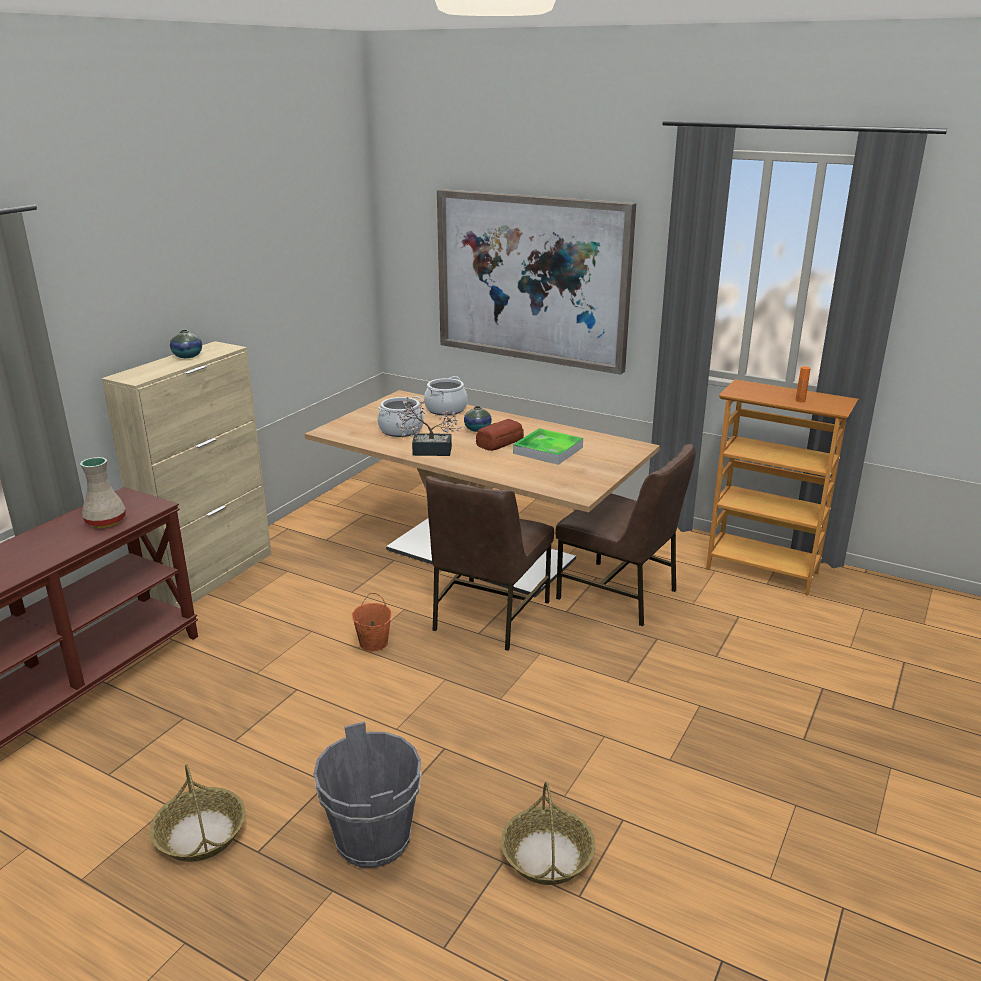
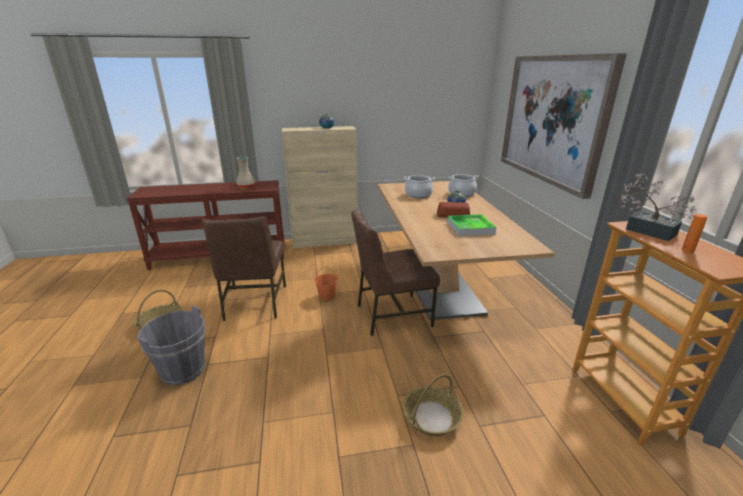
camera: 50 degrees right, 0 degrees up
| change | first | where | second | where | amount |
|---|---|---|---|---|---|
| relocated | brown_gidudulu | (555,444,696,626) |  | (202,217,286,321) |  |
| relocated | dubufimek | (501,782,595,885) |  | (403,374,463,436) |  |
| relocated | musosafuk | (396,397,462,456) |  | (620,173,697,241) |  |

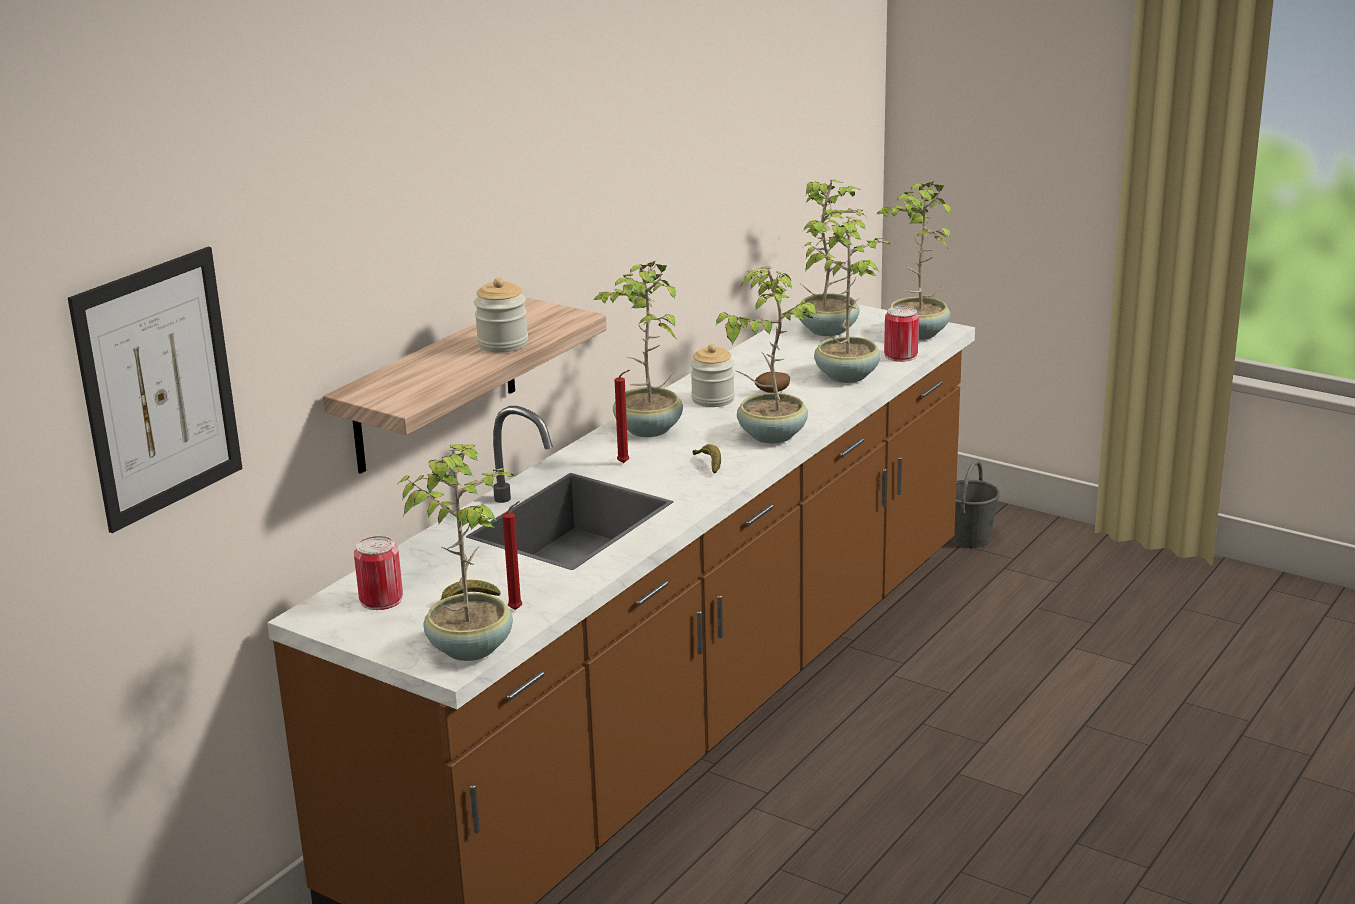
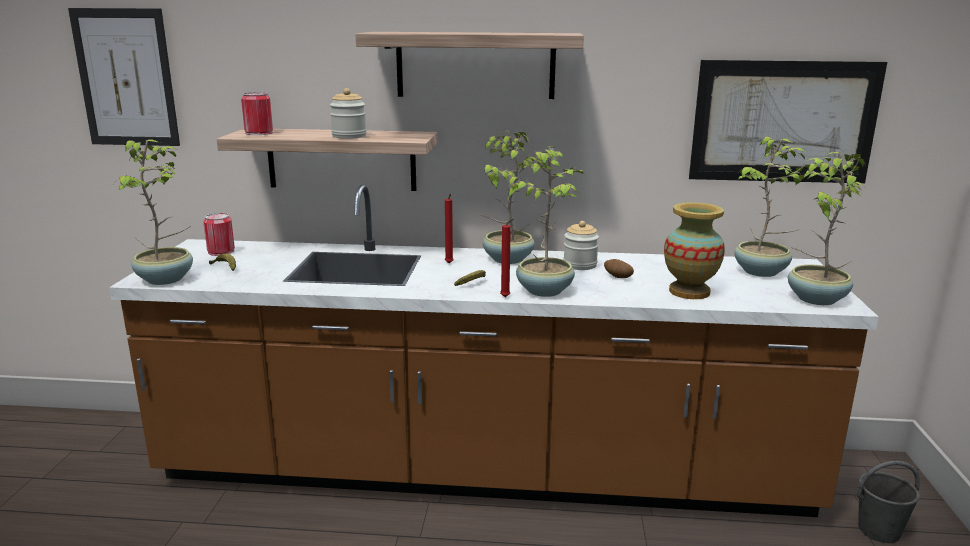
camera: 60 degrees right, 5 degrees down
| change | first | where | second | where | amount |
|---|---|---|---|---|---|
| relocated | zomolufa | (884,306,919,362) |  | (241,92,273,135) |  |
| appeared |  |  | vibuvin | (355,32,584,99) |  |
| relocated | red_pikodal | (502,501,522,610) |  | (500,219,514,297) |  |
| exchanged | musosafuk | (803,216,891,383) | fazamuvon | (664,202,725,299) |  |
| appeared |  |  | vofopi | (689,60,887,183) |  |

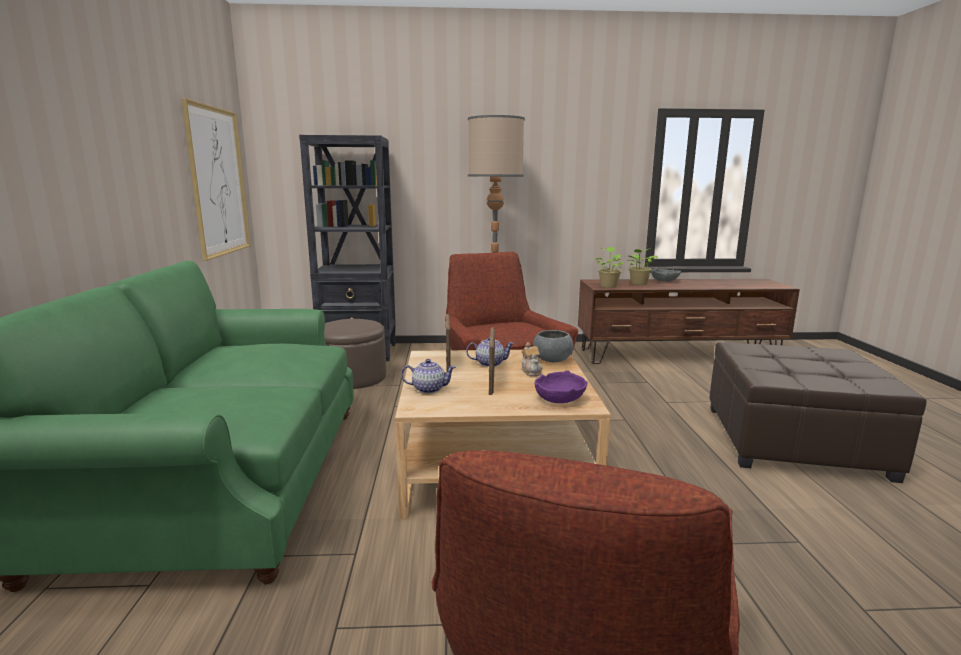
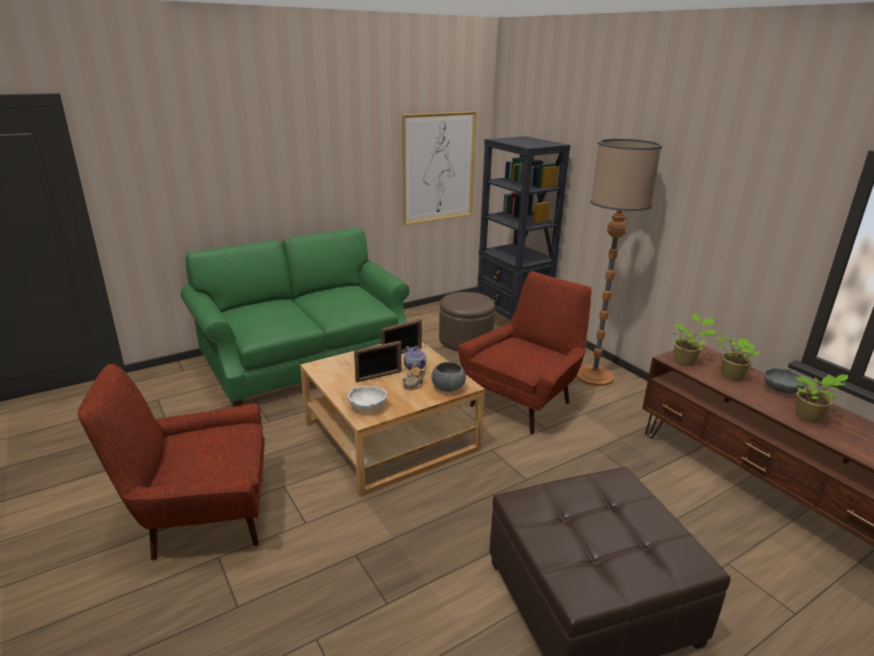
camera: 60 degrees right, 10 degrees up
| change | first | where | second | where | amount |
|---|---|---|---|---|---|
| colour | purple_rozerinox | (535,370,588,403) | white_rozerinox | (348,386,387,411) |  |
| appeared |  |  | musosafuk | (794,374,848,422) |  |
| missing | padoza | (401,359,456,394) |  |  |  |

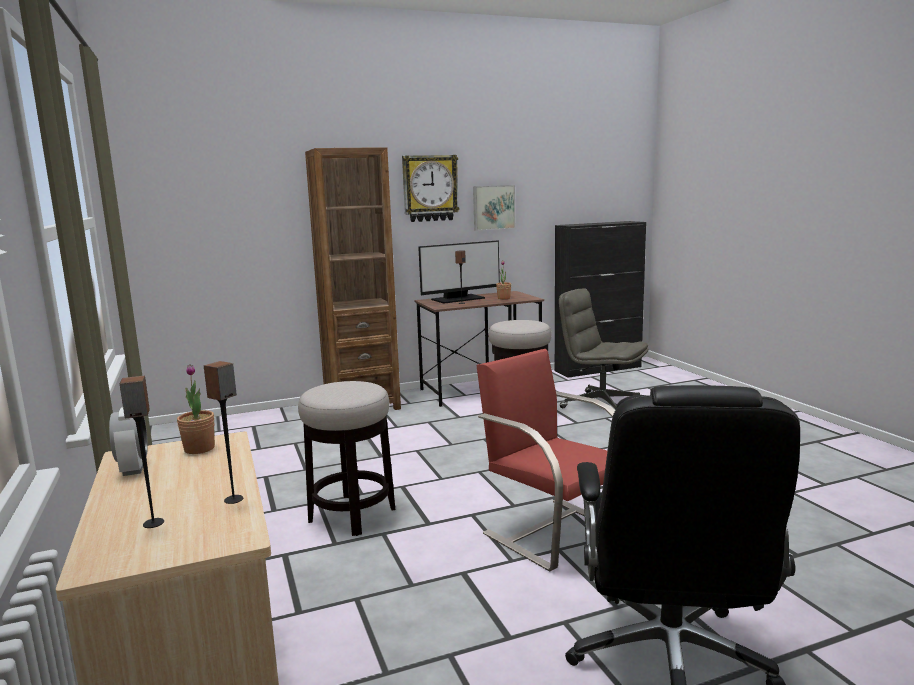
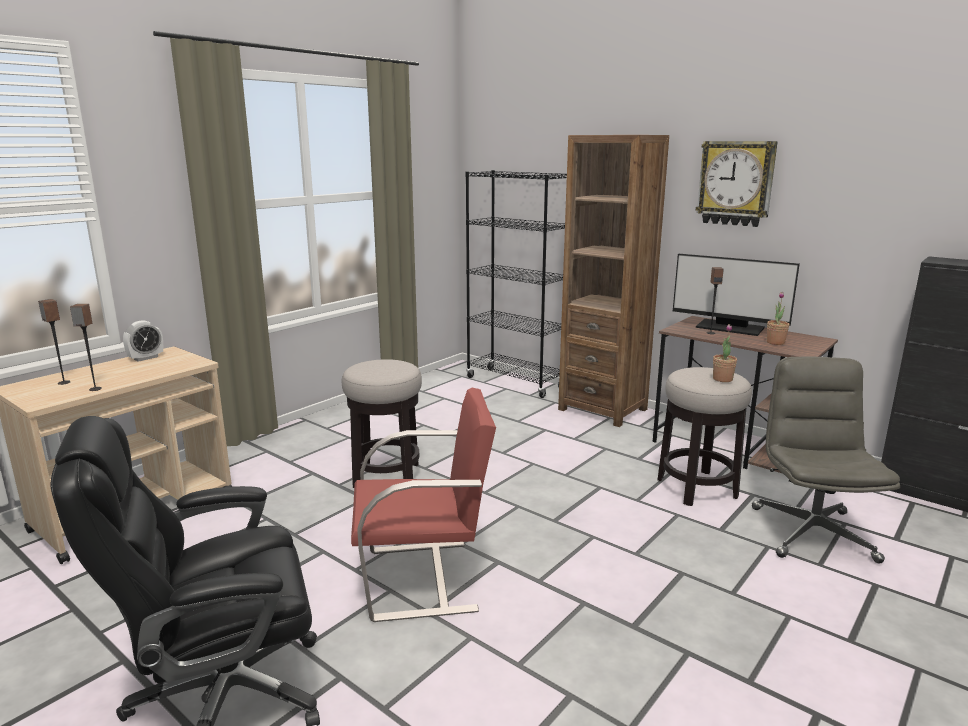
camera: 60 degrees right, 5 degrees up
| change | first | where | second | where | amount |
|---|---|---|---|---|---|
| spun | red_gidudulu | (476,349,615,572) |  | (351,388,496,622) | 60 degrees clockwise |
| appeared |  |  | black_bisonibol | (466,170,567,398) |  |
| relocated | musosafuk | (177,365,215,454) |  | (713,324,737,382) |  |
| missing | vofopi | (473,185,515,231) |  |  |  |

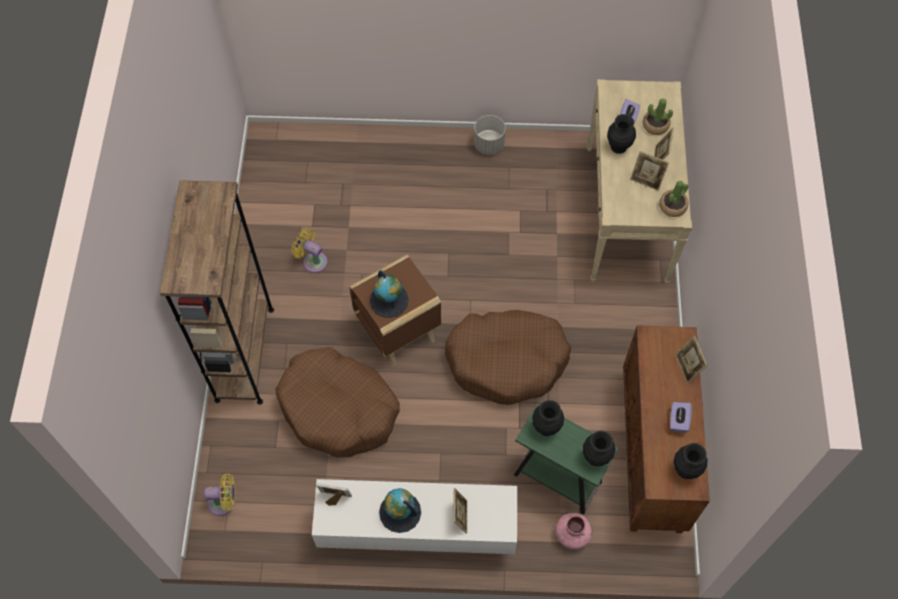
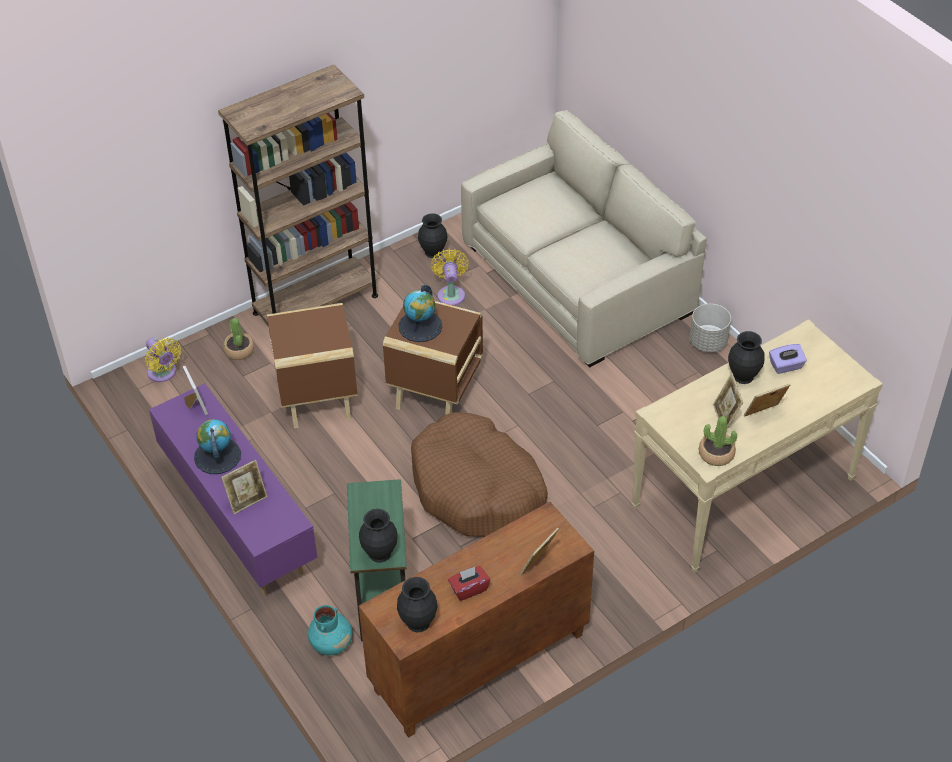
camera: 55 degrees right, 15 degrees down
| change | first | where | second | where | amount |
|---|---|---|---|---|---|
| colour | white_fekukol | (312,479,517,556) | purple_fekukol | (149,383,317,595) |  |
| relocated | musosafuk | (643,99,673,135) |  | (223,318,254,360) |  |
| exchanged | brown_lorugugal | (275,347,400,457) | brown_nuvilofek | (267,303,358,428) |  |
| colour | pink_fazamuvon | (556,513,593,550) | turquoise_fazamuvon | (308,605,352,655) |  |
| relocated | black_fazamuvon | (532,400,564,436) |  | (418,213,447,258) |  |
| colour | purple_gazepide | (670,402,692,433) | red_gazepide | (448,566,490,601) |  |
| appeared |  |  | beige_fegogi | (461,110,707,368) |  |

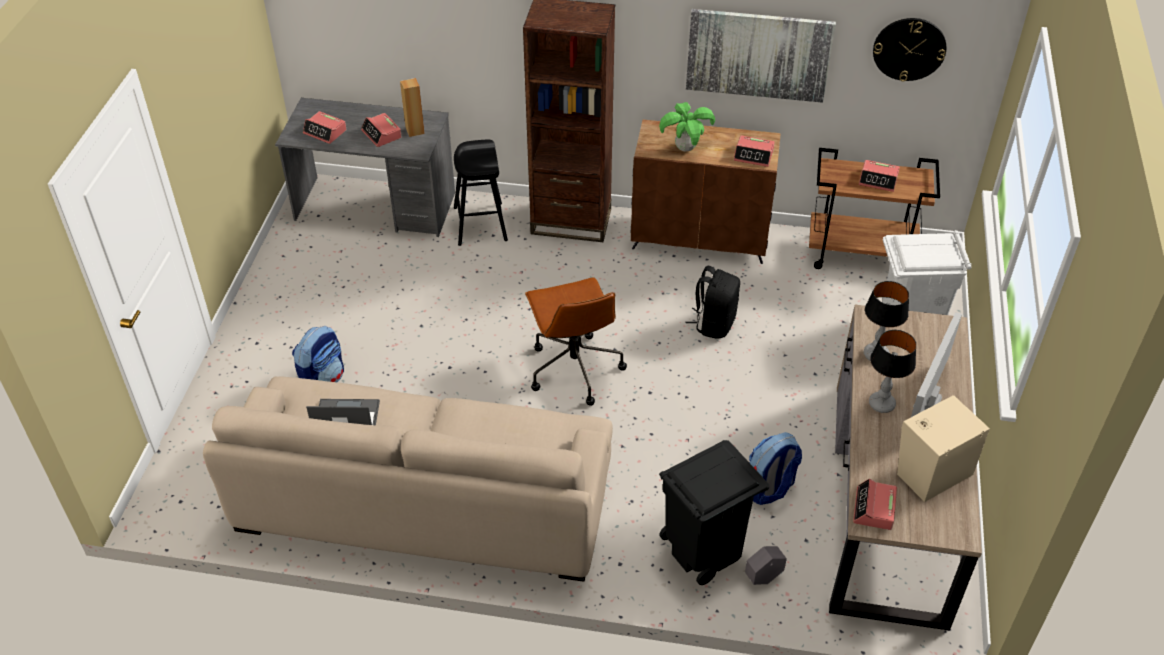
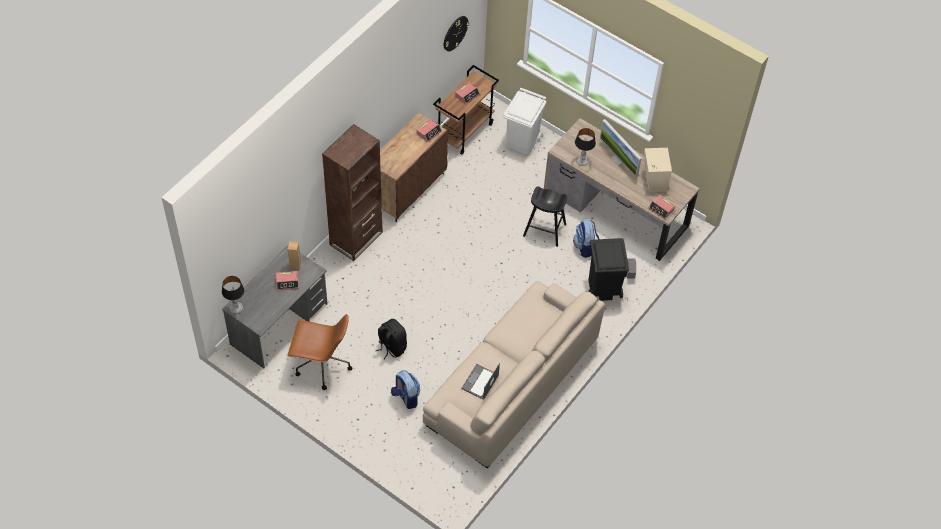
camera: 65 degrees left, 10 degrees up
| change | first | where | second | where | amount |
|---|---|---|---|---|---|
| relocated | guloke | (869,330,916,413) |  | (222,276,244,314) |  |
| relocated | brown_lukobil | (525,277,627,406) |  | (287,314,353,390) |  |
| relocated | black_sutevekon | (686,266,740,339) |  | (376,319,407,360) |  |
| relocated | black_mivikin | (454,140,508,246) |  | (523,187,567,247) |  |
| missing | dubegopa | (303,111,347,144) |  |  |  |
| missing | musosafuk | (659,102,715,151) |  |  |  |
| missing | vofopi | (686,9,836,103) |  |  |  |

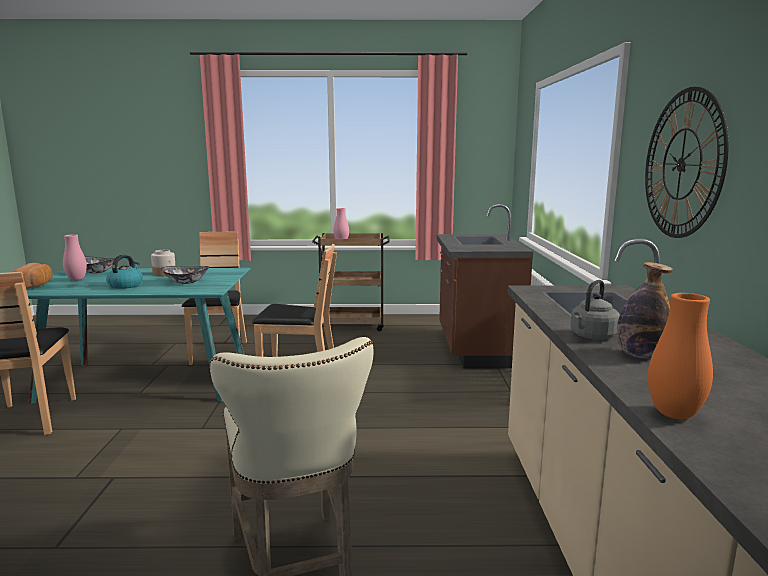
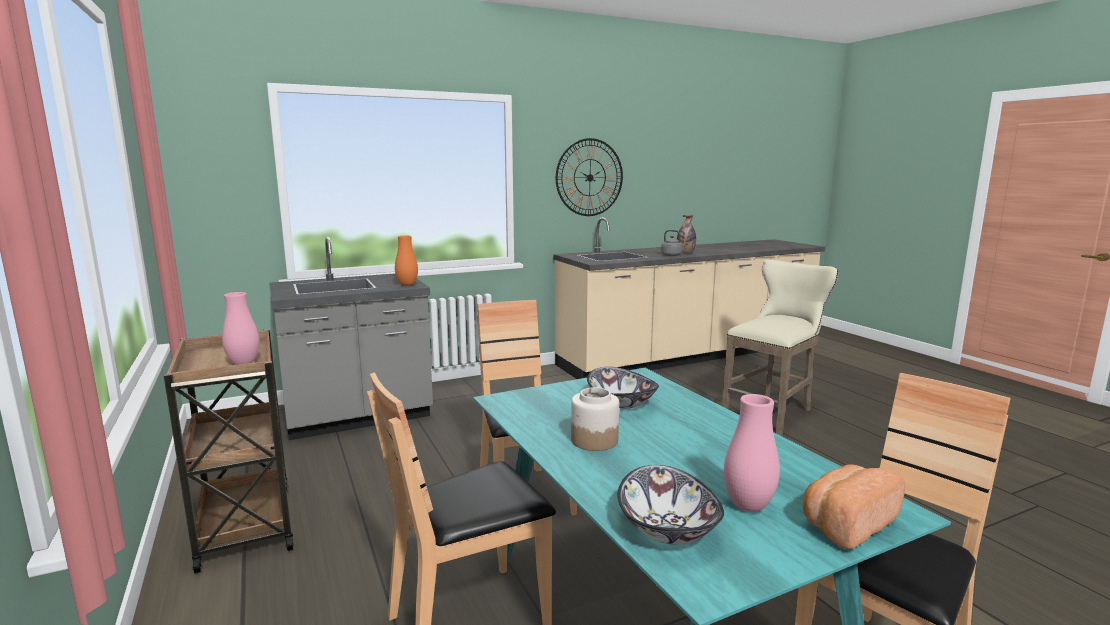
camera: 115 degrees left, 0 degrees up
| change | first | where | second | where | amount |
|---|---|---|---|---|---|
| colour | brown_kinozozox | (437,204,533,369) | grey_kinozozox | (269,237,433,440) |  |
| relocated | orange_fazamuvon | (648,293,713,419) |  | (395,235,418,286) |  |
| missing | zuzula | (106,255,143,289) |  |  |  |

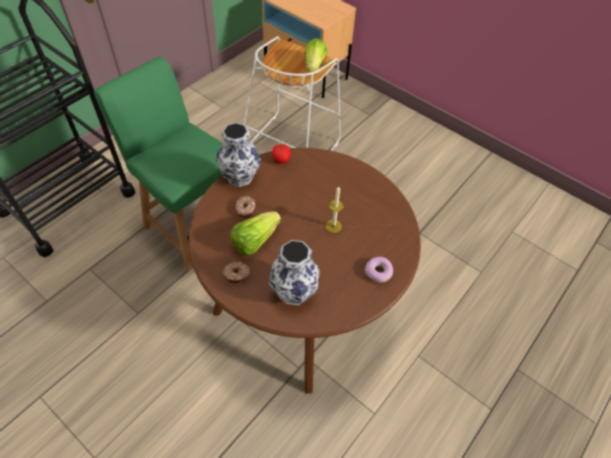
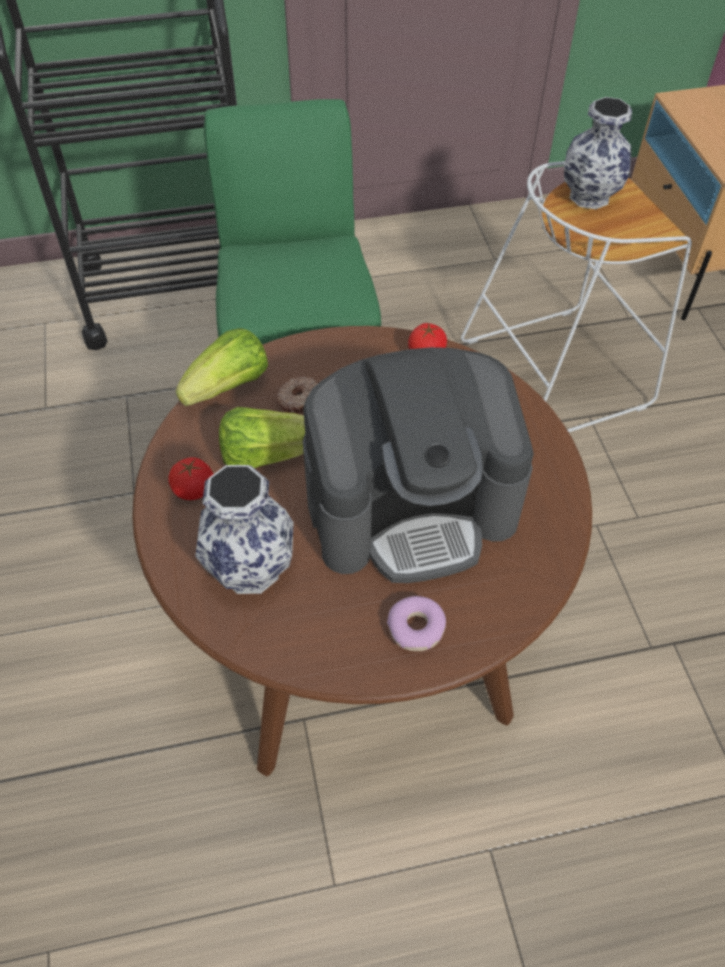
camera: 40 degrees right, 0 degrees up
| change | first | where | second | where | amount |
|---|---|---|---|---|---|
| exchanged | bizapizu | (223,262,250,283) | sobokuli | (168,457,213,500) |  |
| relocated | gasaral | (305,38,328,73) |  | (175,328,268,406) |  |
| exchanged | pikodal | (326,186,344,233) | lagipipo | (303,347,534,583) |  |
| relocated | fazamuvon | (216,123,261,187) |  | (564,97,632,209) |  |

